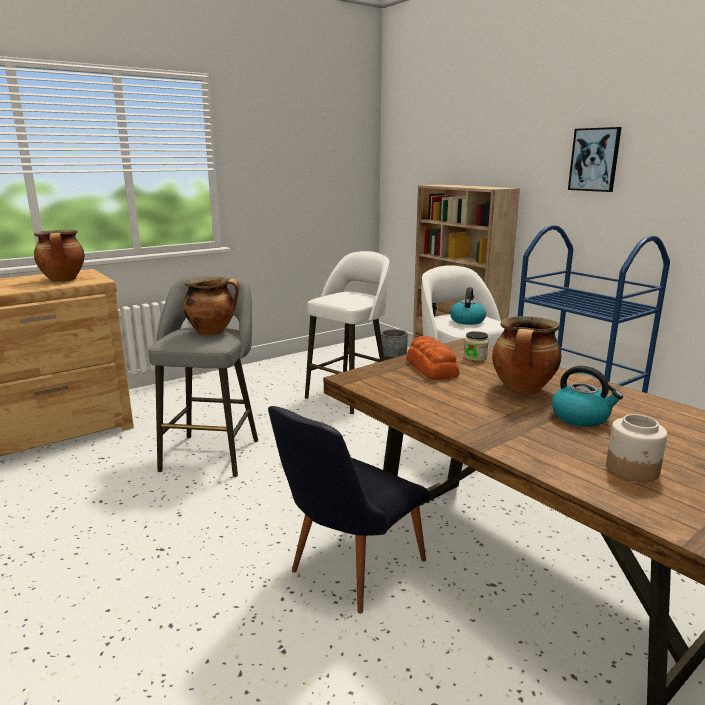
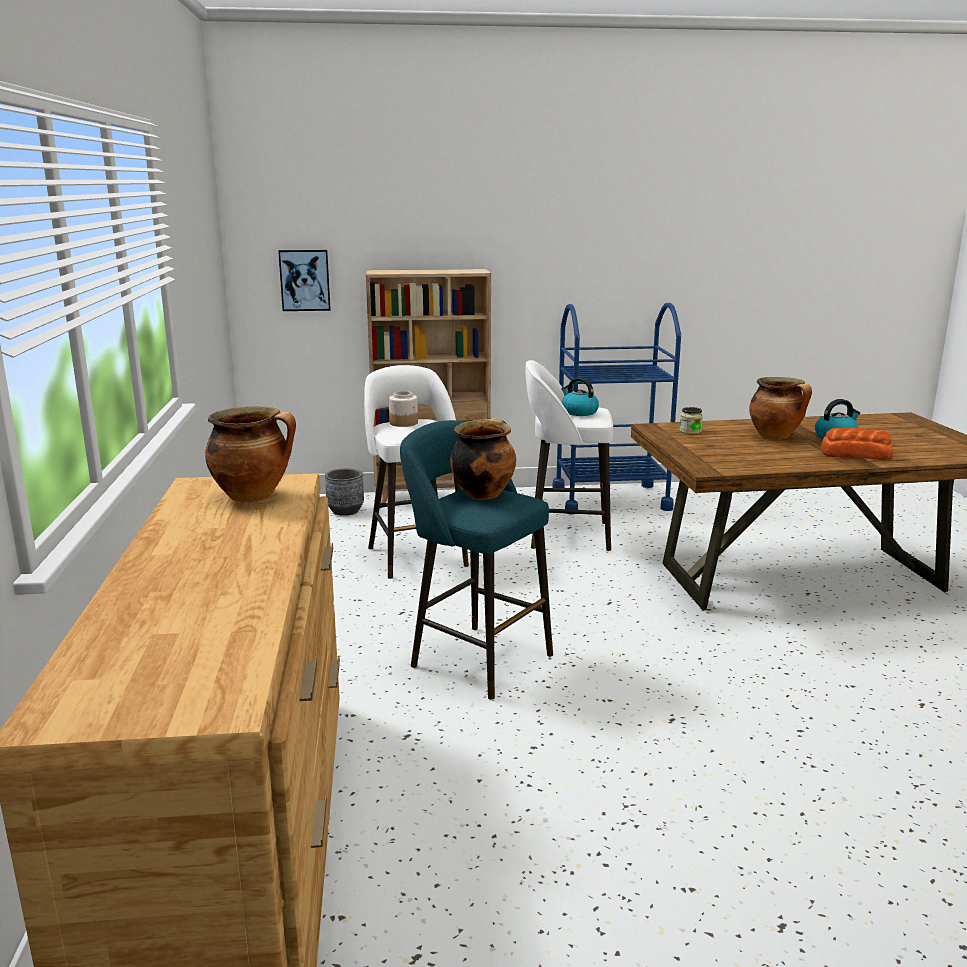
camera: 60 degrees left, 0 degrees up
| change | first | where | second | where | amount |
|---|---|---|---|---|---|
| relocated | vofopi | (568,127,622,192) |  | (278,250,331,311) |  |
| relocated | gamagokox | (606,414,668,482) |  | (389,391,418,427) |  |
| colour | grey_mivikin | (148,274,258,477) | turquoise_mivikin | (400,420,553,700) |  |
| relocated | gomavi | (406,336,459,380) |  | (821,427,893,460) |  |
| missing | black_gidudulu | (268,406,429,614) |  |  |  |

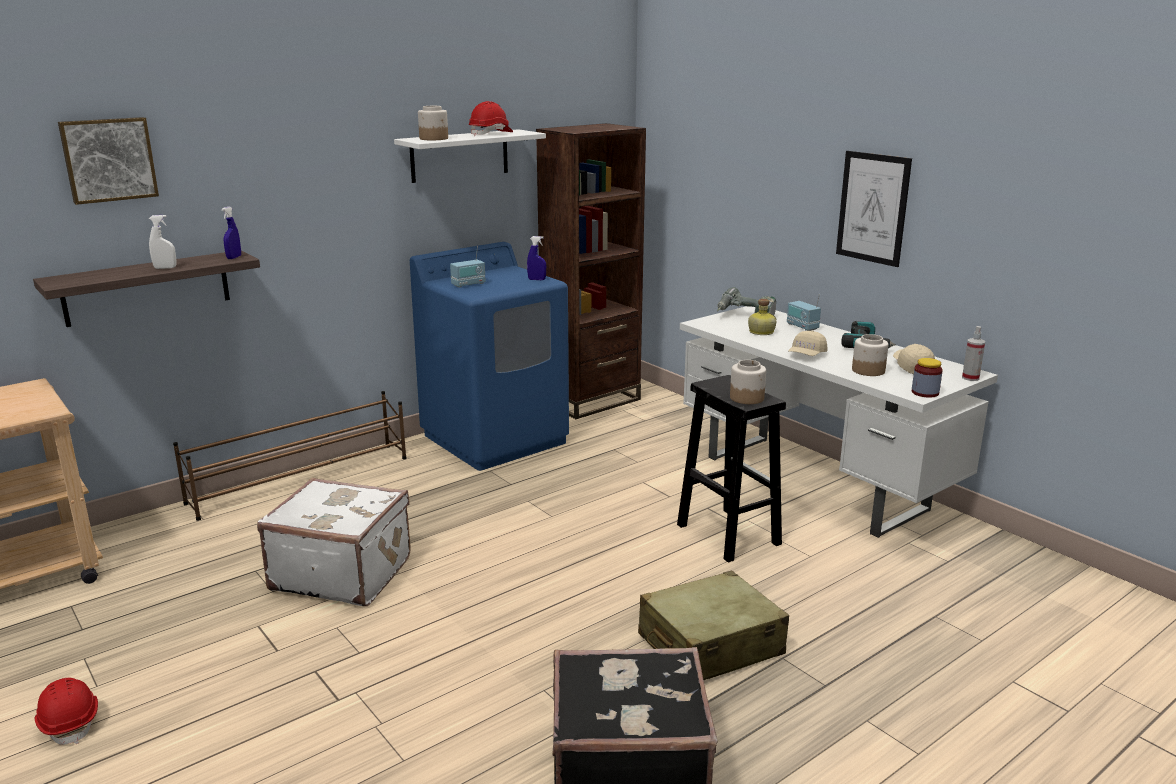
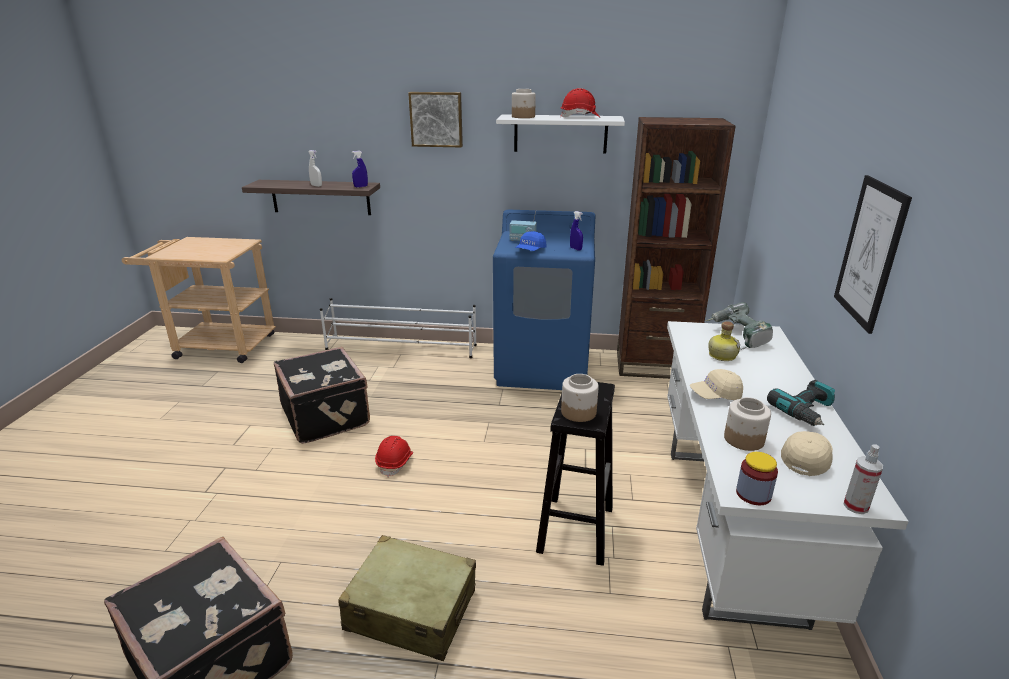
camera: 45 degrees right, 5 degrees up
| change | first | where | second | where | amount |
|---|---|---|---|---|---|
| colour | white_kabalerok | (257,478,411,606) | black_kabalerok | (274,347,370,444) |  |
| colour | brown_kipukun | (173,391,407,521) | white_kipukun | (320,298,477,358) |  |
| relocated | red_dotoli | (35,677,98,745) |  | (375,436,413,477) |  |
| relocated | vofopi | (58,117,159,205) |  | (408,92,463,148) |  |
| appeared |  |  | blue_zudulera | (516,231,547,251) |  |
| missing | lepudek | (787,294,821,331) |  |  |  |

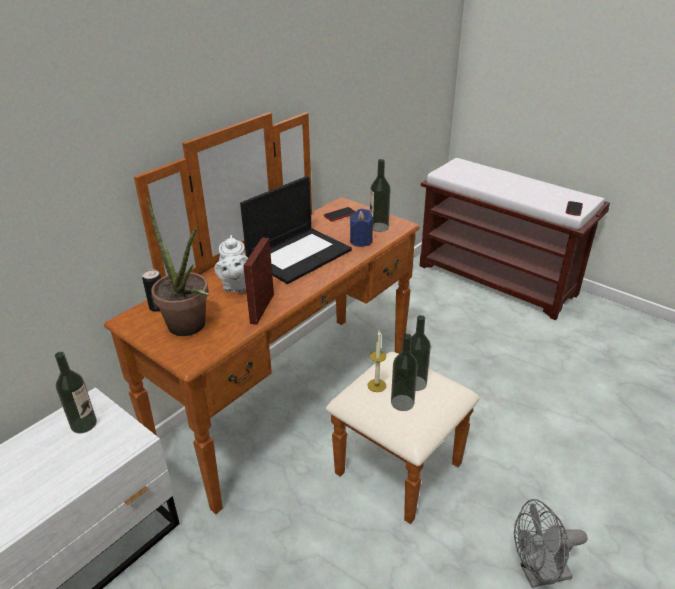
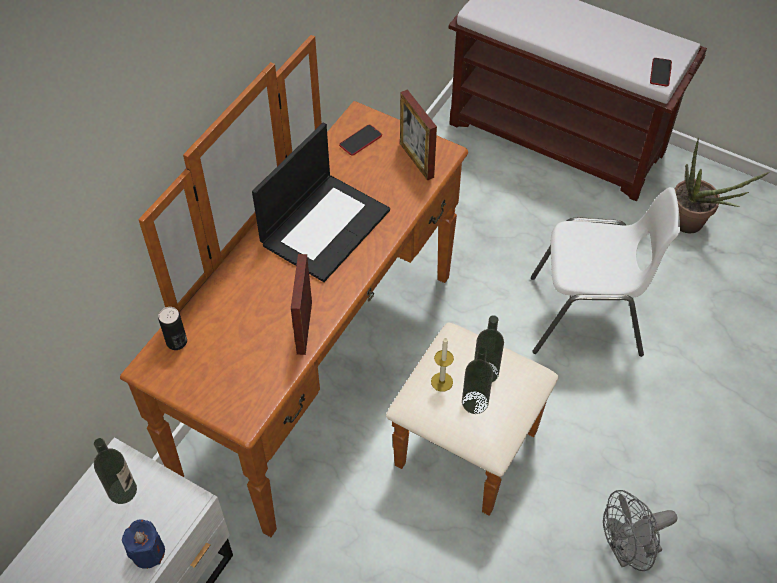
camera: 10 degrees left, 20 degrees up
| change | first | where | second | where | amount |
|---|---|---|---|---|---|
| relocated | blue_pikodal | (350,209,374,247) |  | (122,519,165,569) |  |
| exchanged | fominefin | (370,159,391,232) | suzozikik | (400,89,437,181) |  |
| appeared |  |  | white_gidudulu | (531,187,680,357) |  |
| relocated | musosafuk | (147,198,209,336) |  | (675,138,770,233) |  |
| missing | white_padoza | (214,235,248,293) |  |  |  |

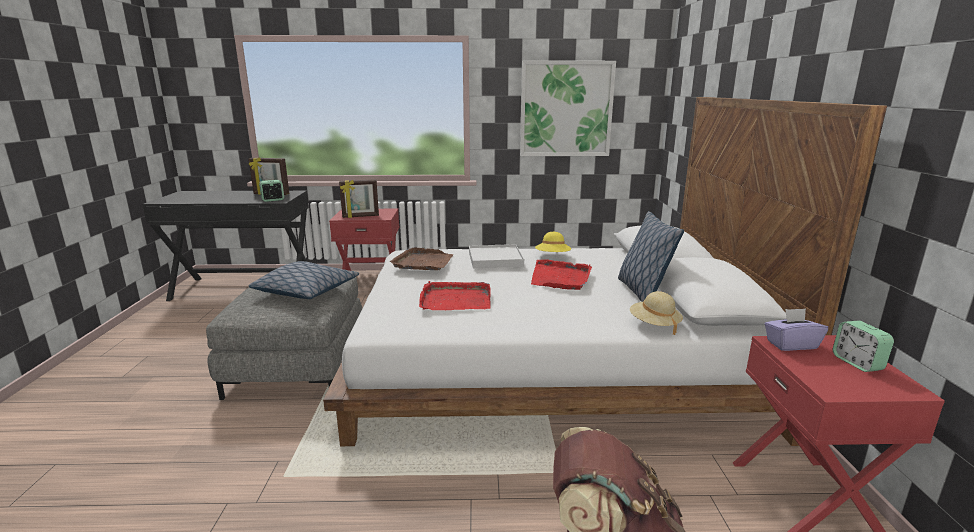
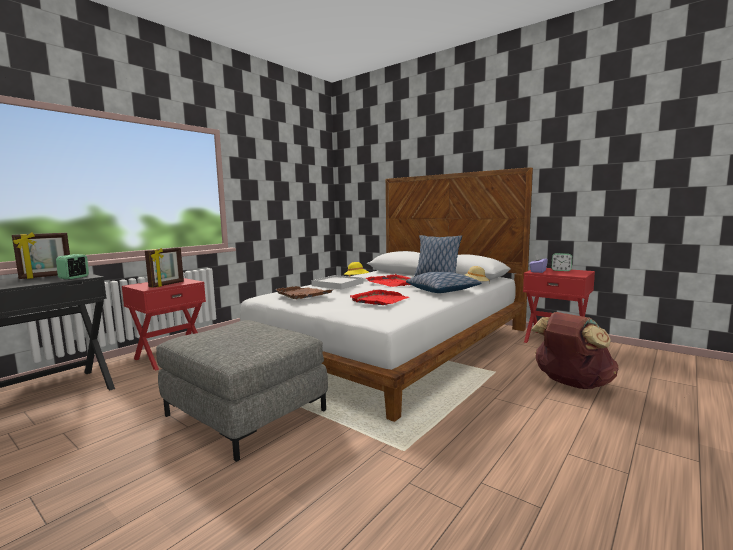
camera: 50 degrees left, 10 degrees down
| change | first | where | second | where | amount |
|---|---|---|---|---|---|
| relocated | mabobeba | (249,261,359,299) |  | (406,272,482,293) |  |
| missing | vofopi | (520,61,616,156) |  |  |  |

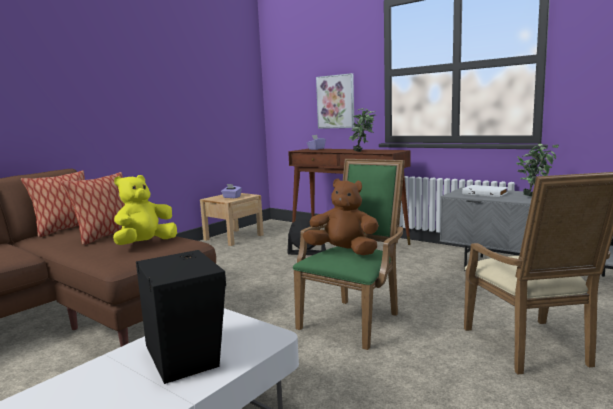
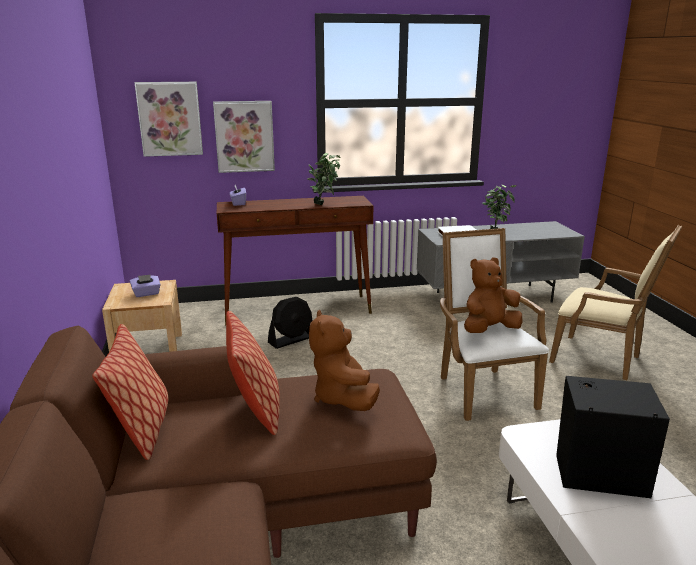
camera: 50 degrees left, 10 degrees up
| change | first | where | second | where | amount |
|---|---|---|---|---|---|
| appeared |  |  | vofopi | (134,82,203,157) |  |
| colour | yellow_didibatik | (113,175,177,245) | brown_didibatik | (309,309,380,411) |  |
| colour | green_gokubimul | (293,159,405,350) | white_gokubimul | (440,228,549,421) |  |

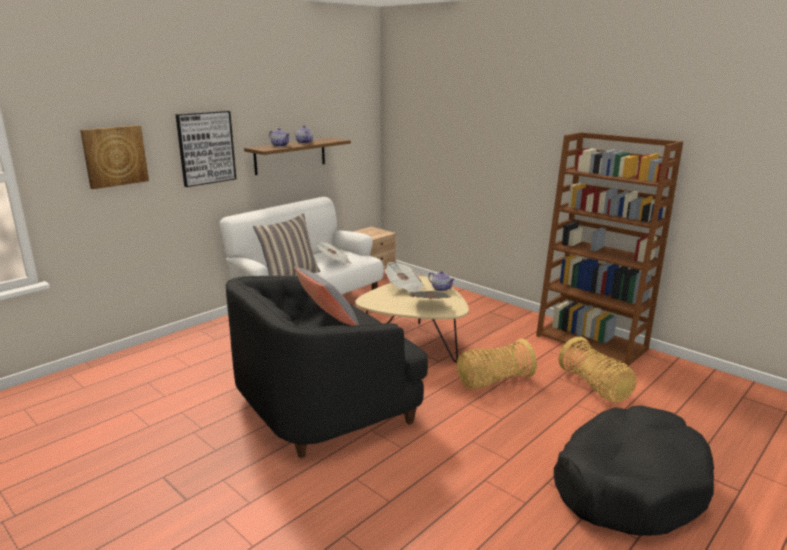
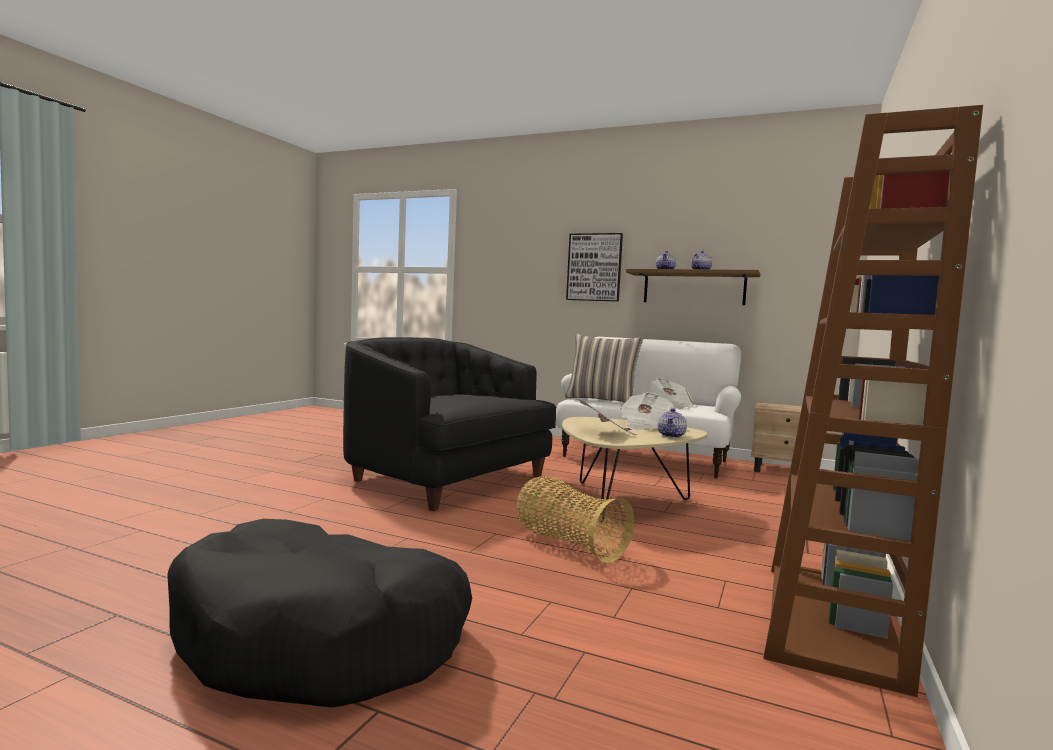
camera: 70 degrees right, 15 degrees down
| change | first | where | second | where | amount |
|---|---|---|---|---|---|
| missing | vofopi | (80,125,149,189) |  |  |  |
| missing | grey_mabobeba | (294,266,359,326) |  |  |  |
| missing | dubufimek | (559,337,637,403) |  |  |  |

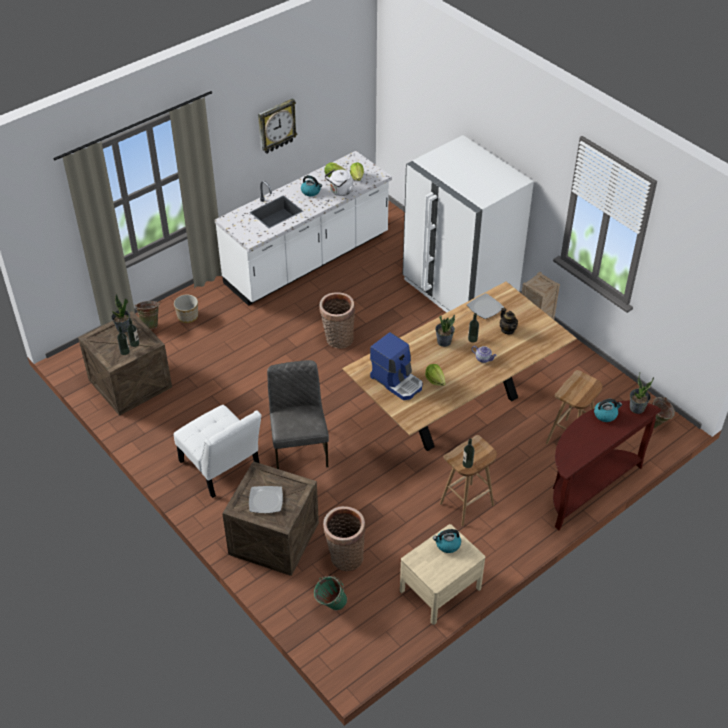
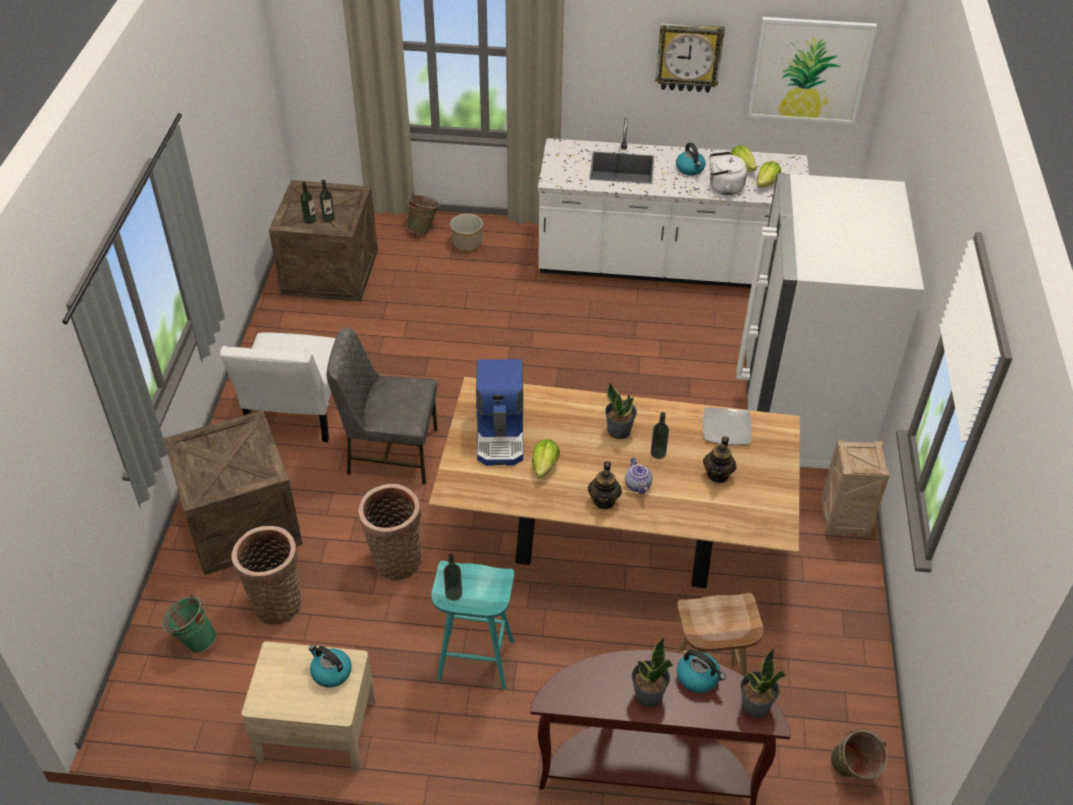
camera: 45 degrees right, 0 degrees up
| change | first | where | second | where | amount |
|---|---|---|---|---|---|
| spun | grey_gidudulu | (267,360,329,469) |  | (327,327,437,484) | 120 degrees counterclockwise |
| relocated | dubufimek | (319,292,355,349) |  | (358,484,422,581) |  |
| colour | brown_mivikin | (440,435,497,526) | turquoise_mivikin | (431,561,514,689) |  |
| appeared |  |  | padoza | (588,461,622,509) |  |
| relocated | musosafuk | (111,294,130,333) |  | (632,638,673,707) |  |
| appeared |  |  | vofopi | (747,17,877,124) |  |
| missing | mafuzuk | (249,486,283,513) |  |  |  |

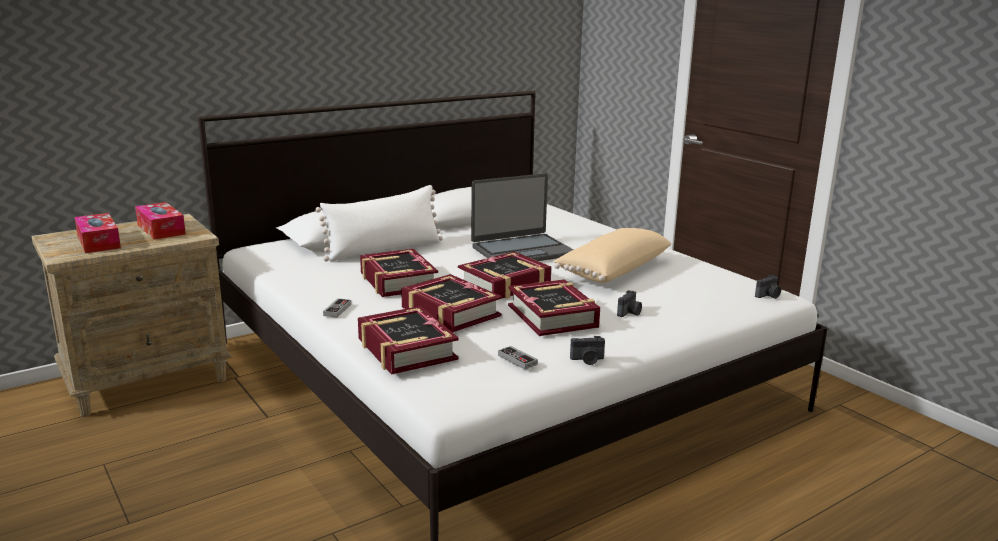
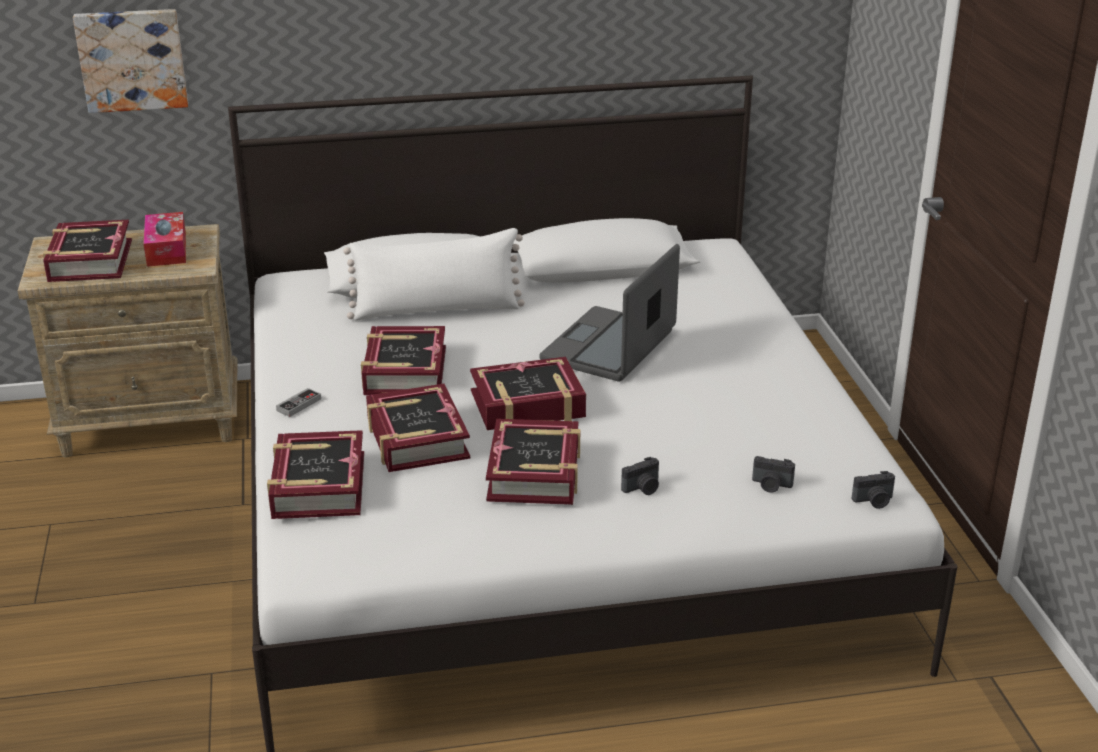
camera: 25 degrees right, 10 degrees up
| change | first | where | second | where | amount |
|---|---|---|---|---|---|
| exchanged | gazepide | (74,213,121,253) | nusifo | (43,220,132,282) |  |
| appeared |  |  | vofopi | (73,9,188,113) |  |
| spun | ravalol | (471,173,574,261) |  | (539,244,680,382) | 120 degrees clockwise |
| relocated | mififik | (570,336,605,365) |  | (752,456,795,493) |  |
| missing | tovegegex | (498,346,538,370) |  |  |  |
| missing | beige_mabobeba | (553,228,671,283) |  |  |  |

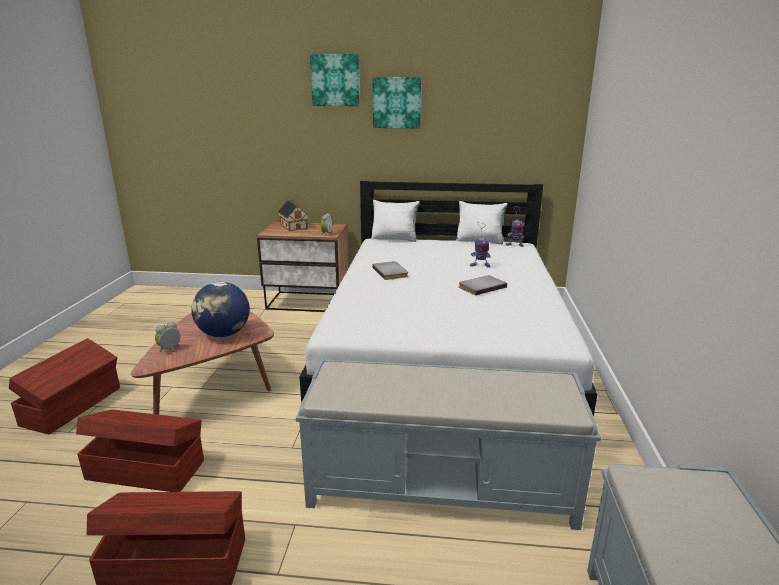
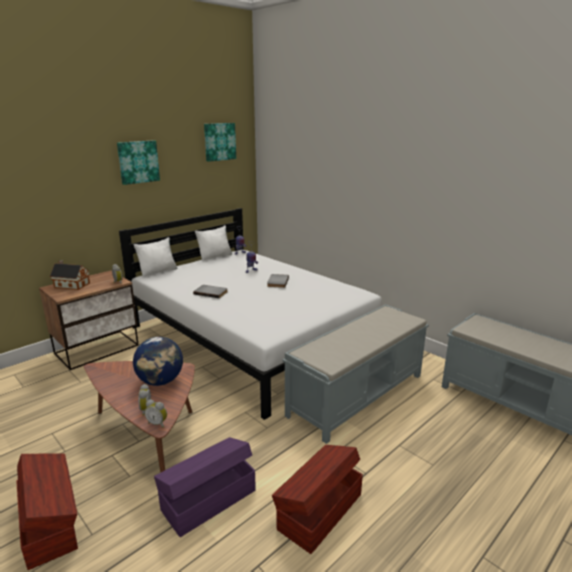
camera: 50 degrees left, 0 degrees up
| change | first | where | second | where | amount |
|---|---|---|---|---|---|
| appeared |  |  | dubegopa | (144,399,167,428) |  |
| colour | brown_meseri | (76,409,204,492) | purple_meseri | (154,437,256,537) |  |
| relocated | vofopi | (310,54,360,106) |  | (204,123,236,162) |  |

